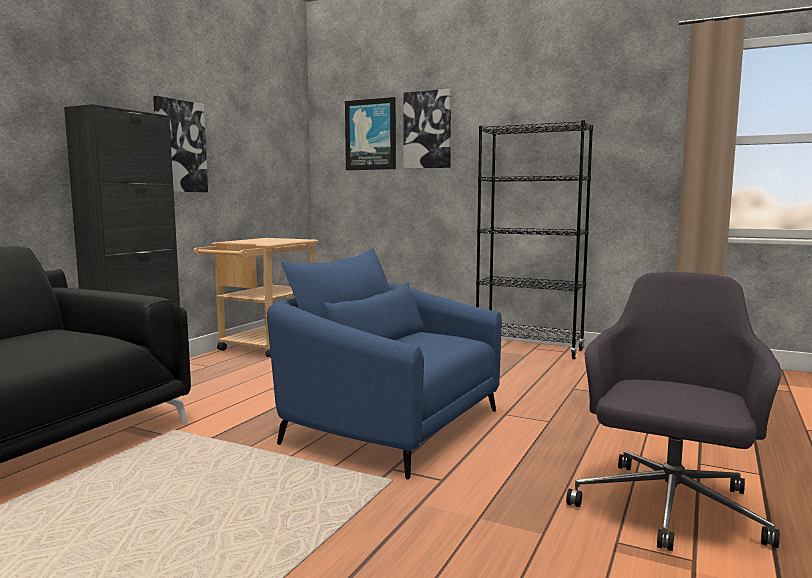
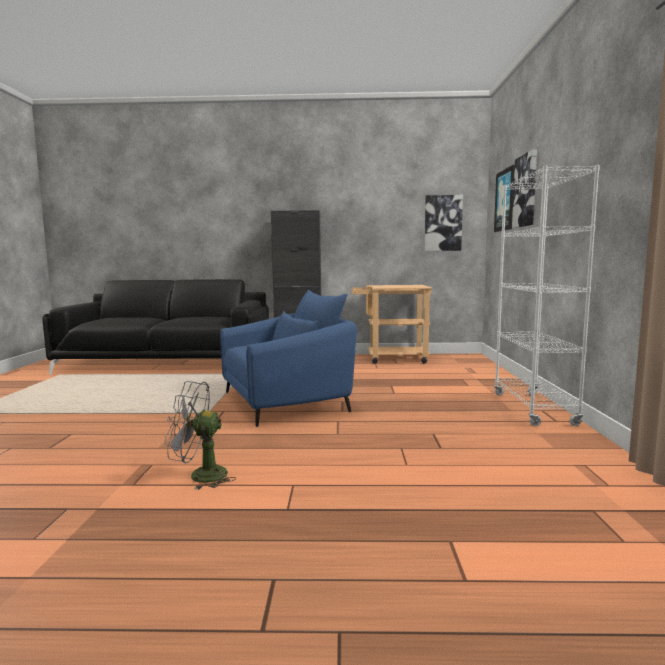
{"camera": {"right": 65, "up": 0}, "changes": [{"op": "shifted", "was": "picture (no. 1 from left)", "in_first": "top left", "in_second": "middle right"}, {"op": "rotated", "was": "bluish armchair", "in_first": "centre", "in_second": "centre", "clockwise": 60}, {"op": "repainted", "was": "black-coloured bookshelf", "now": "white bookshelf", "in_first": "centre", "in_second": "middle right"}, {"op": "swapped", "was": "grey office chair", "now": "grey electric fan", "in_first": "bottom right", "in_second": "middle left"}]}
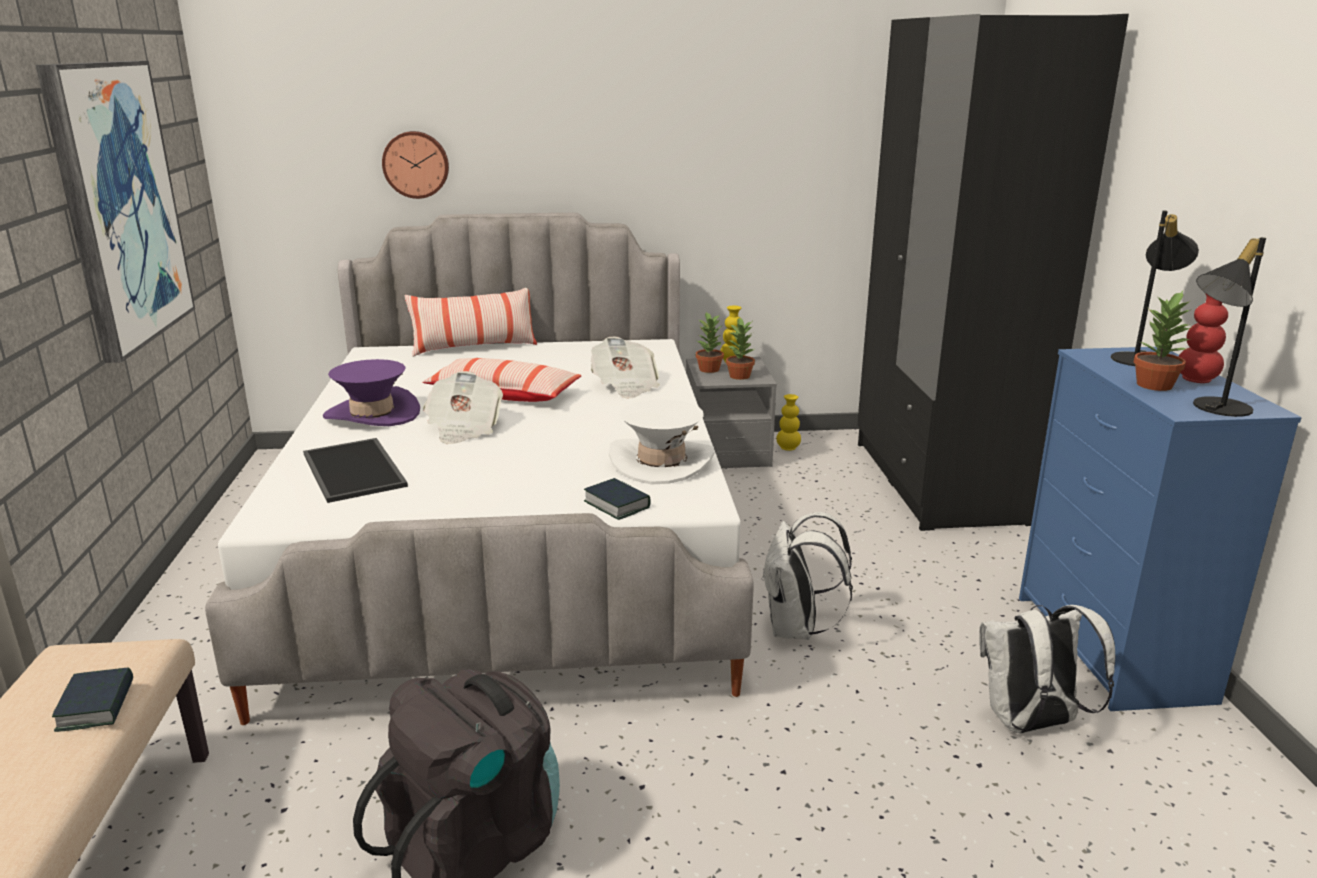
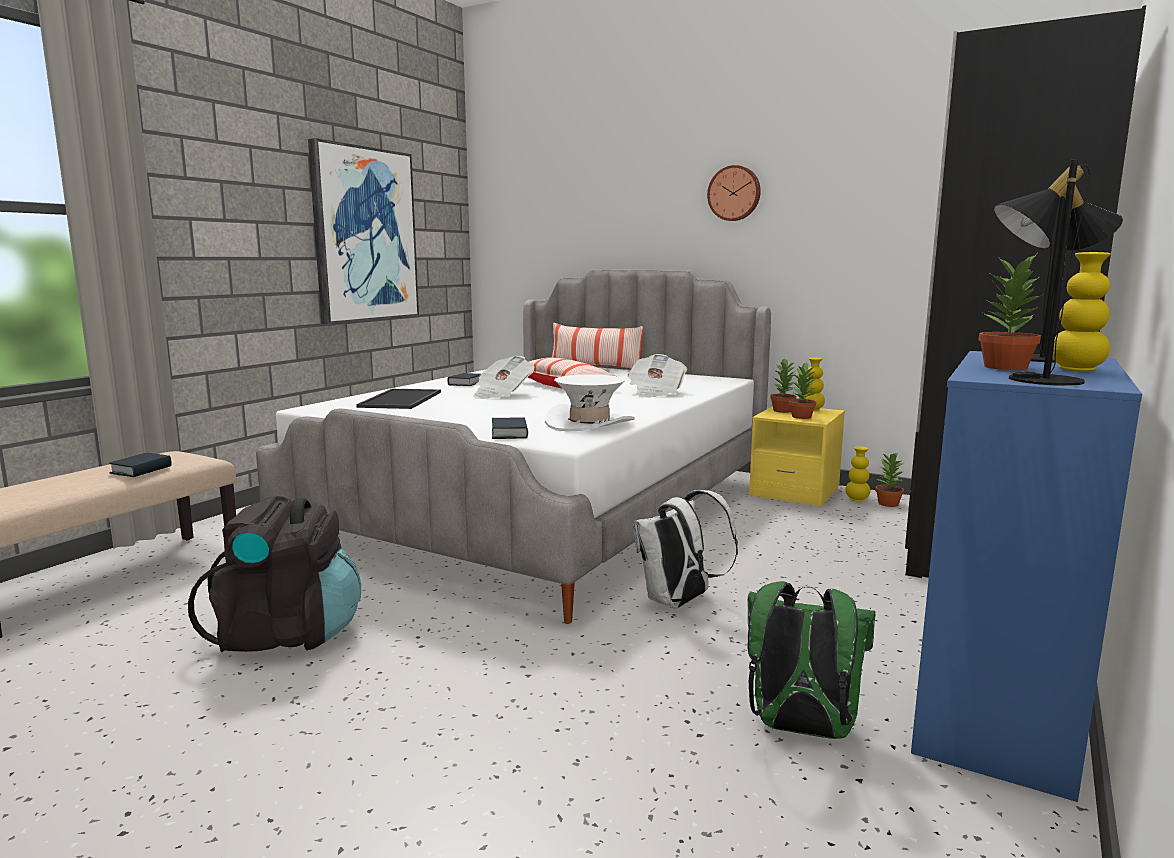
{"camera": {"right": 35, "up": -10}, "changes": [{"op": "swapped", "was": "purplish wearable hat", "now": "book (no. 2 from left)", "in_first": "middle left", "in_second": "centre"}, {"op": "shifted", "was": "wall clock", "in_first": "top left", "in_second": "top centre"}, {"op": "repainted", "was": "grey bedside table", "now": "yellow bedside table", "in_first": "centre", "in_second": "middle right"}, {"op": "repainted", "was": "white knapsack (no. 2 from left)", "now": "greenish knapsack", "in_first": "bottom right", "in_second": "bottom right"}, {"op": "repainted", "was": "red-coloured decorative vase", "now": "yellow decorative vase (no. 3 from left)", "in_first": "middle right", "in_second": "middle right"}, {"op": "new", "now": "houseplant (no. 3 from left)", "in_second": "middle right"}]}
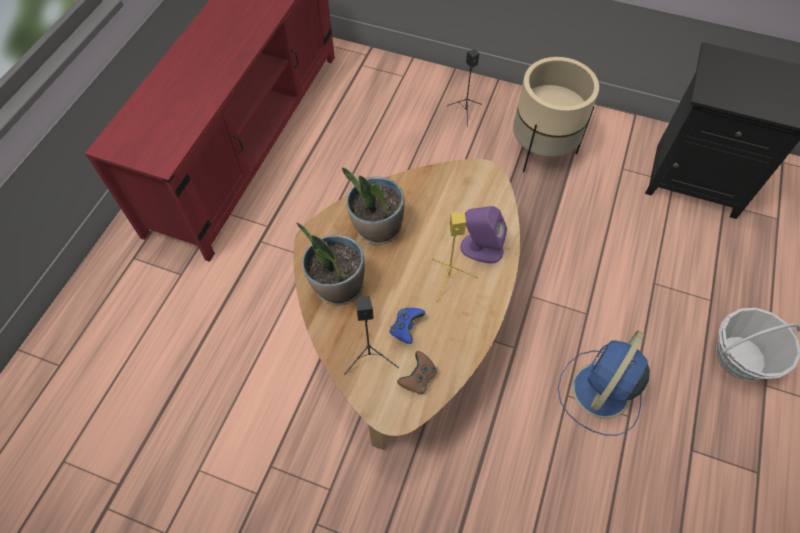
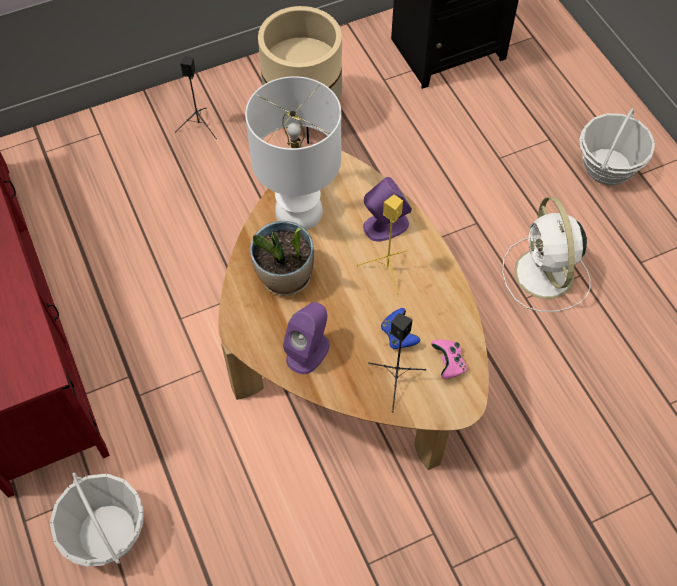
{"camera": {"right": -45, "up": 0}, "changes": [{"op": "swapped", "was": "houseplant (no. 1 from left)", "now": "purplish audio speaker (no. 1 from left)", "in_first": "centre", "in_second": "centre"}, {"op": "repainted", "was": "brown-coloured gamepad", "now": "pink gamepad", "in_first": "bottom centre", "in_second": "centre"}, {"op": "repainted", "was": "bluish electric fan", "now": "white electric fan", "in_first": "bottom right", "in_second": "middle right"}, {"op": "new", "now": "storage basket (no. 1 from left)", "in_second": "bottom left"}, {"op": "new", "now": "white lamp for a table", "in_second": "top centre"}]}
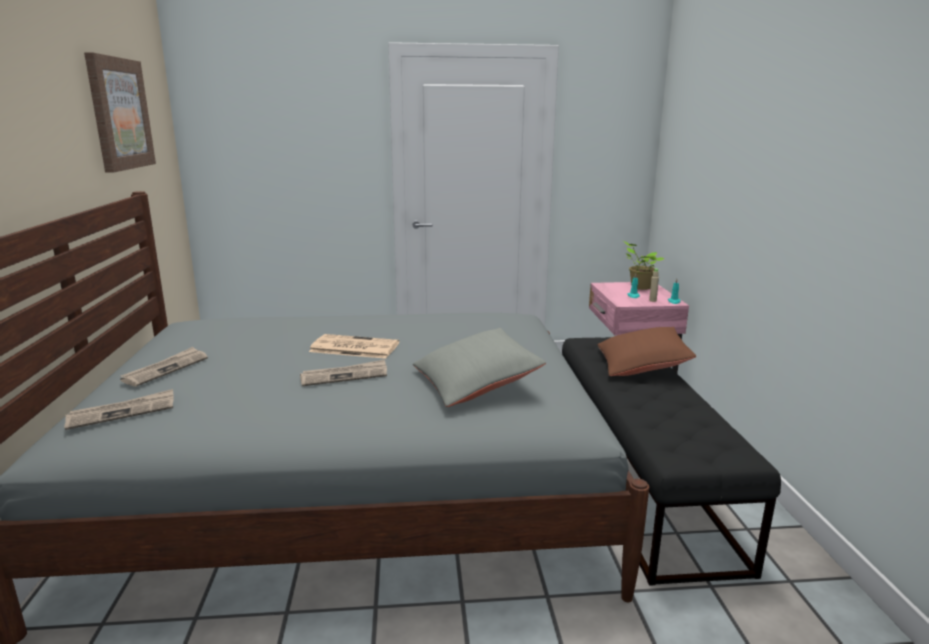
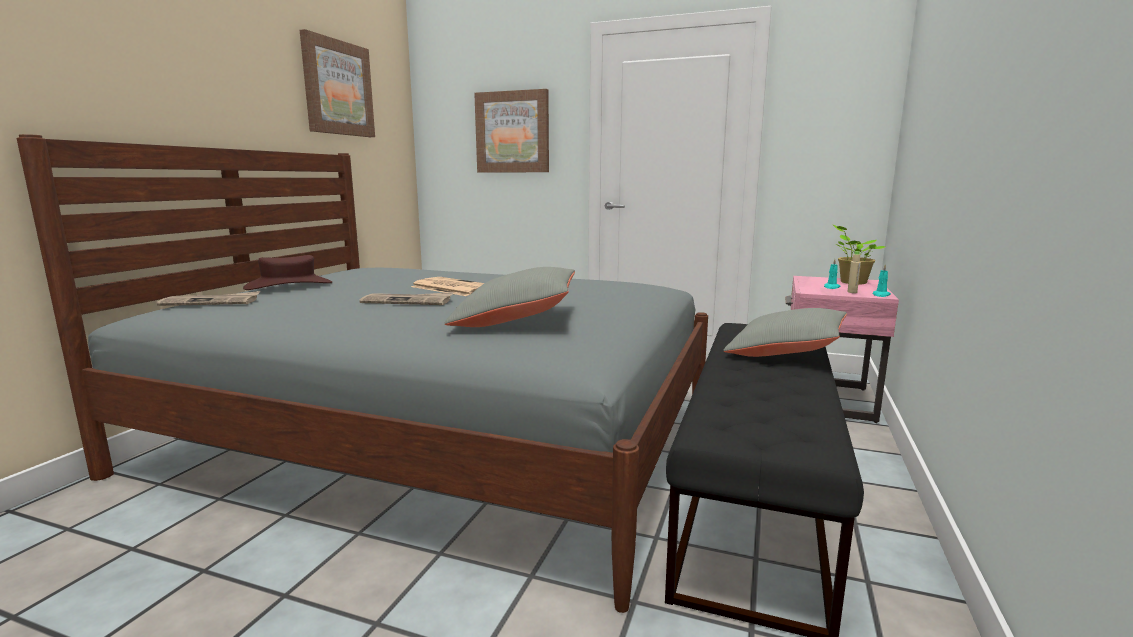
{"camera": {"right": 25, "up": -5}, "changes": [{"op": "swapped", "was": "printed paper (no. 2 from left)", "now": "brown-coloured wearable hat", "in_first": "middle left", "in_second": "middle left"}, {"op": "repainted", "was": "brown-coloured throw pillow", "now": "grey throw pillow (no. 2 from left)", "in_first": "middle right", "in_second": "middle right"}, {"op": "new", "now": "picture (no. 2 from left)", "in_second": "top centre"}]}
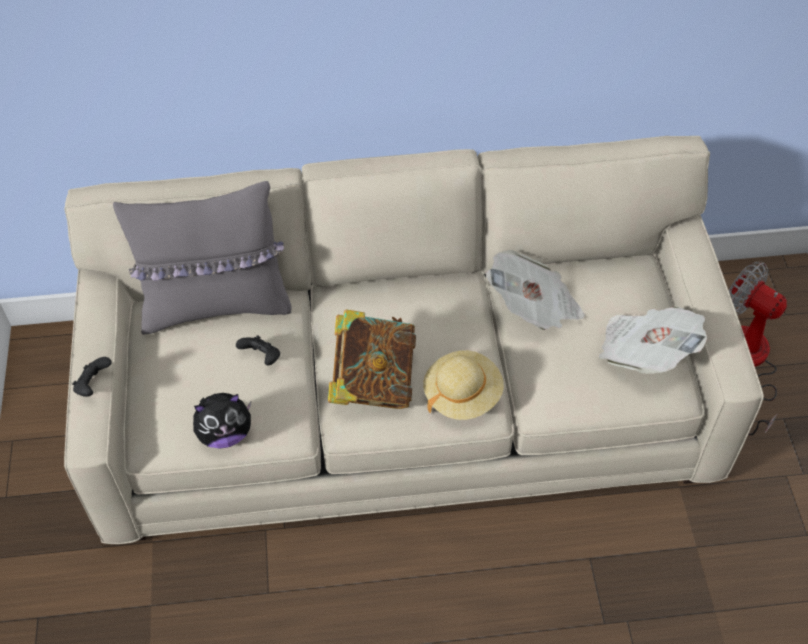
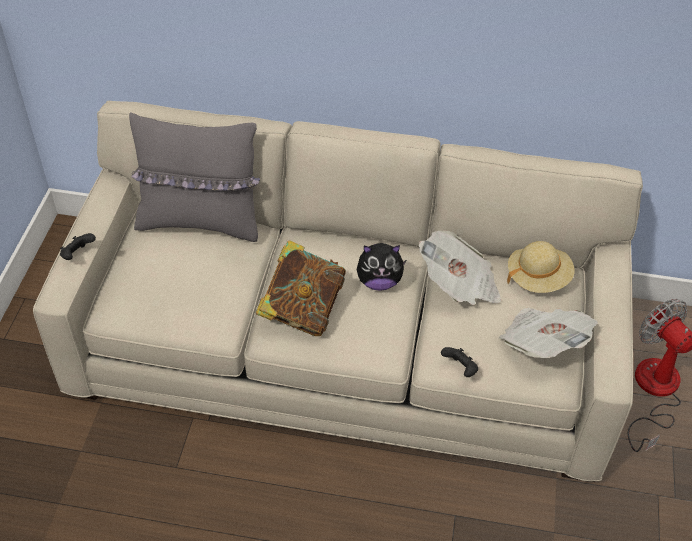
{"camera": {"right": 15, "up": -5}, "changes": [{"op": "shifted", "was": "soft toy", "in_first": "middle left", "in_second": "centre"}, {"op": "shifted", "was": "black-coloured gamepad (no. 2 from left)", "in_first": "middle left", "in_second": "bottom centre"}, {"op": "shifted", "was": "beige-coloured wearable hat", "in_first": "centre", "in_second": "middle right"}]}
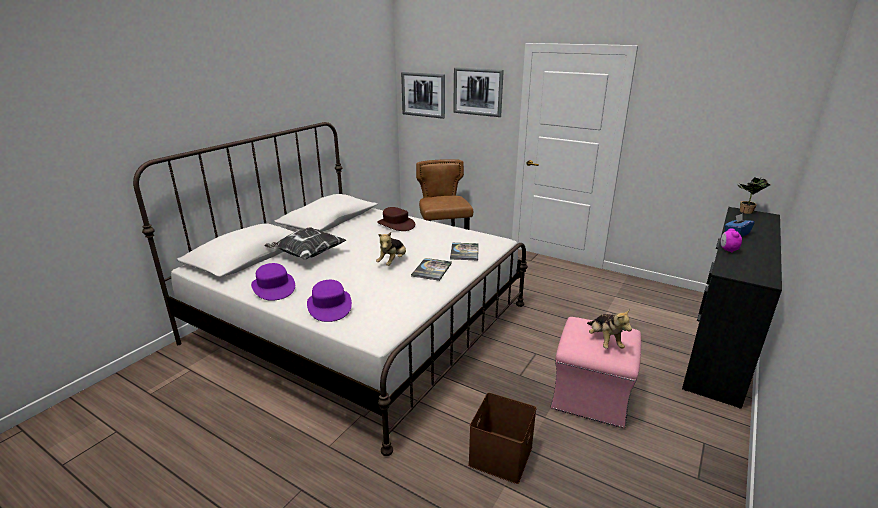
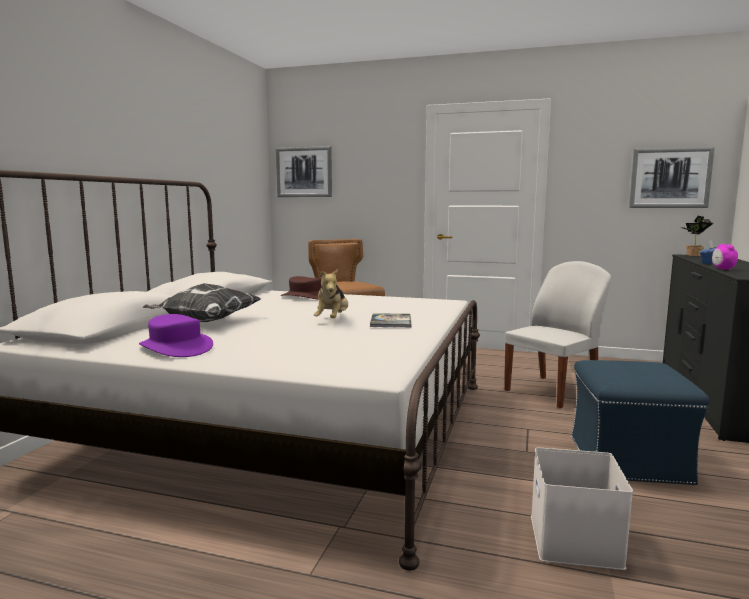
{"camera": {"right": -15, "up": -15}, "changes": [{"op": "gone", "was": "purplish wearable hat (no. 2 from left)", "in_first": "centre"}, {"op": "gone", "was": "book (no. 2 from left)", "in_first": "centre"}, {"op": "shifted", "was": "picture (no. 2 from left)", "in_first": "top centre", "in_second": "top right"}, {"op": "repainted", "was": "brown-coloured storage bin", "now": "white storage bin", "in_first": "bottom centre", "in_second": "bottom right"}, {"op": "repainted", "was": "pink pouffe", "now": "bluish pouffe", "in_first": "bottom right", "in_second": "bottom right"}, {"op": "gone", "was": "soft toy (no. 2 from left)", "in_first": "middle right"}, {"op": "new", "now": "white chair", "in_second": "middle right"}]}
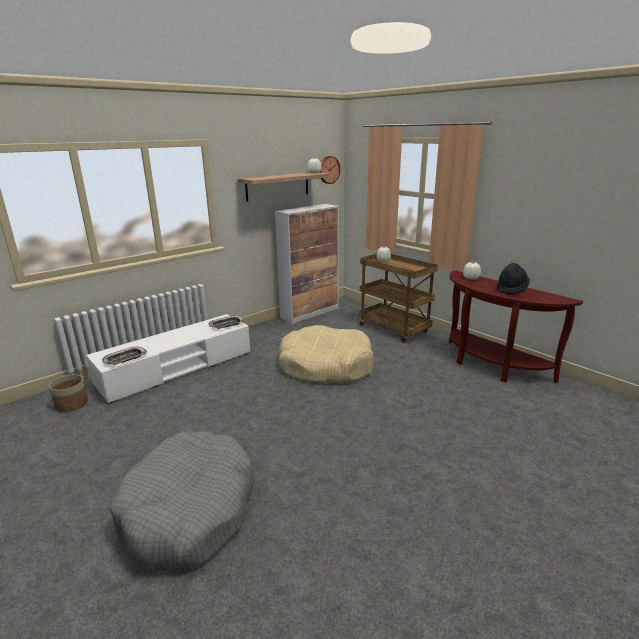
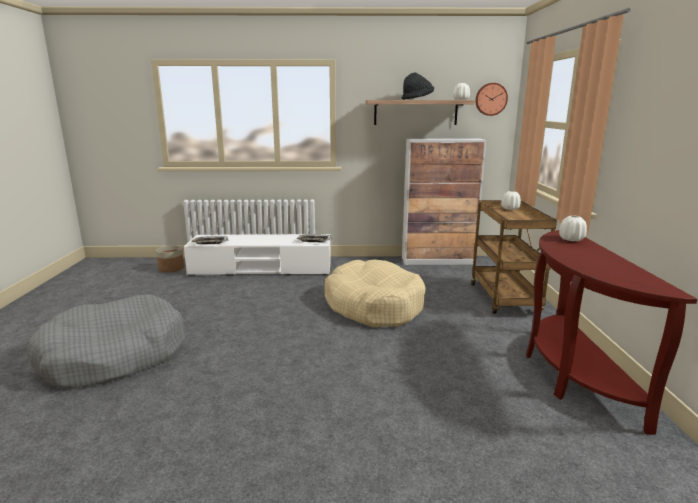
{"camera": {"right": 40, "up": -5}, "changes": [{"op": "shifted", "was": "black-coloured wearable hat", "in_first": "middle right", "in_second": "top centre"}]}
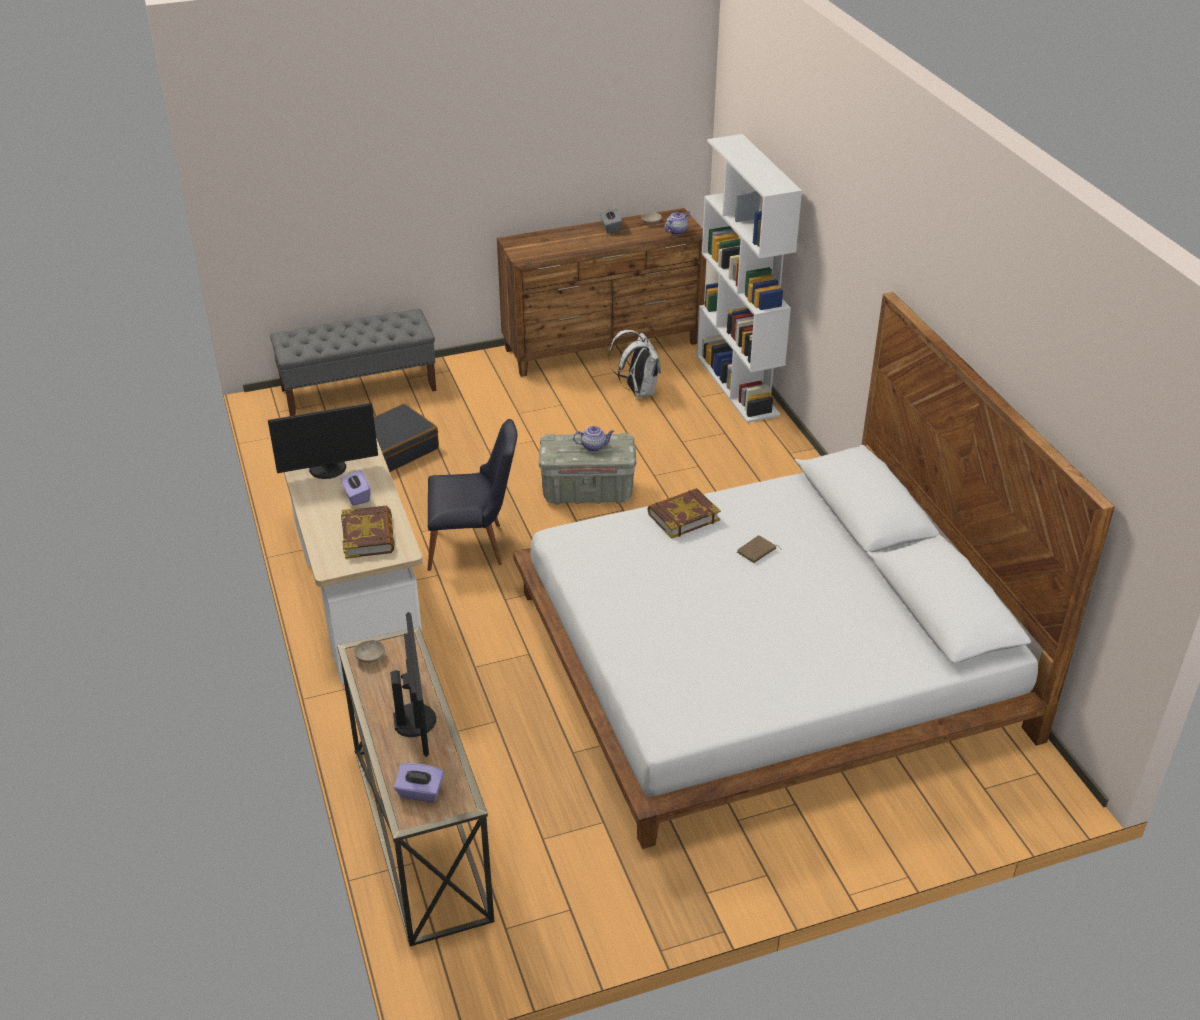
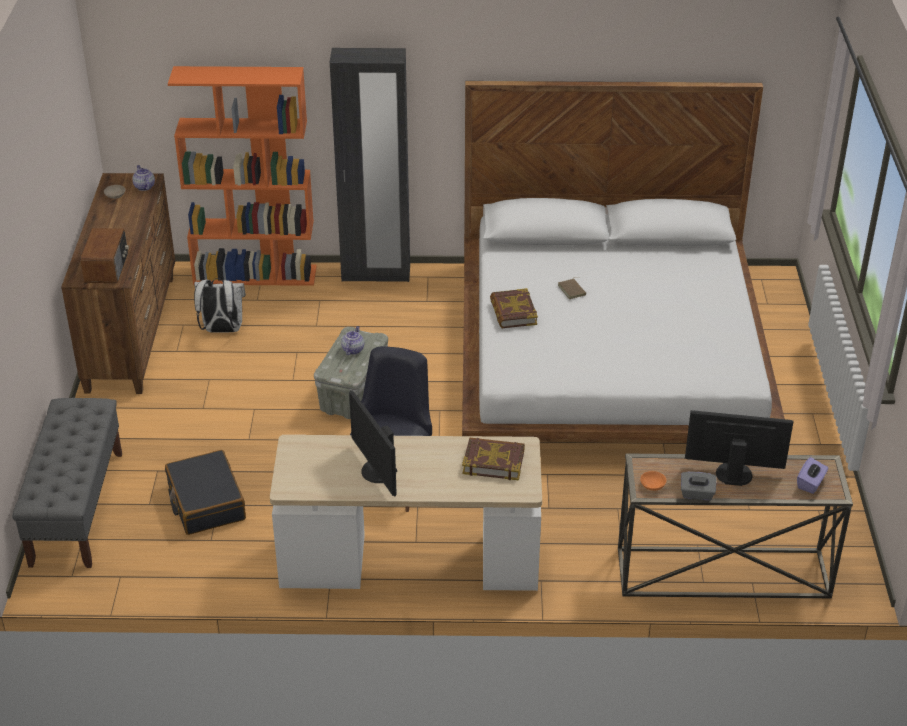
{"camera": {"right": -70, "up": 0}, "changes": [{"op": "rotated", "was": "computer display (no. 1 from left)", "in_first": "middle left", "in_second": "centre", "clockwise": 150}, {"op": "gone", "was": "purplish tissue holder (no. 1 from left)", "in_first": "middle left"}, {"op": "repainted", "was": "beige-coloured deep dish (no. 1 from left)", "now": "orangey deep dish", "in_first": "middle left", "in_second": "middle right"}, {"op": "shifted", "was": "grey tissue holder", "in_first": "top centre", "in_second": "bottom right"}, {"op": "repainted", "was": "white bookshelf", "now": "orangey bookshelf", "in_first": "top centre", "in_second": "top left"}, {"op": "new", "now": "radio", "in_second": "middle left"}, {"op": "new", "now": "black-coloured clothes cupboard", "in_second": "top centre"}]}
